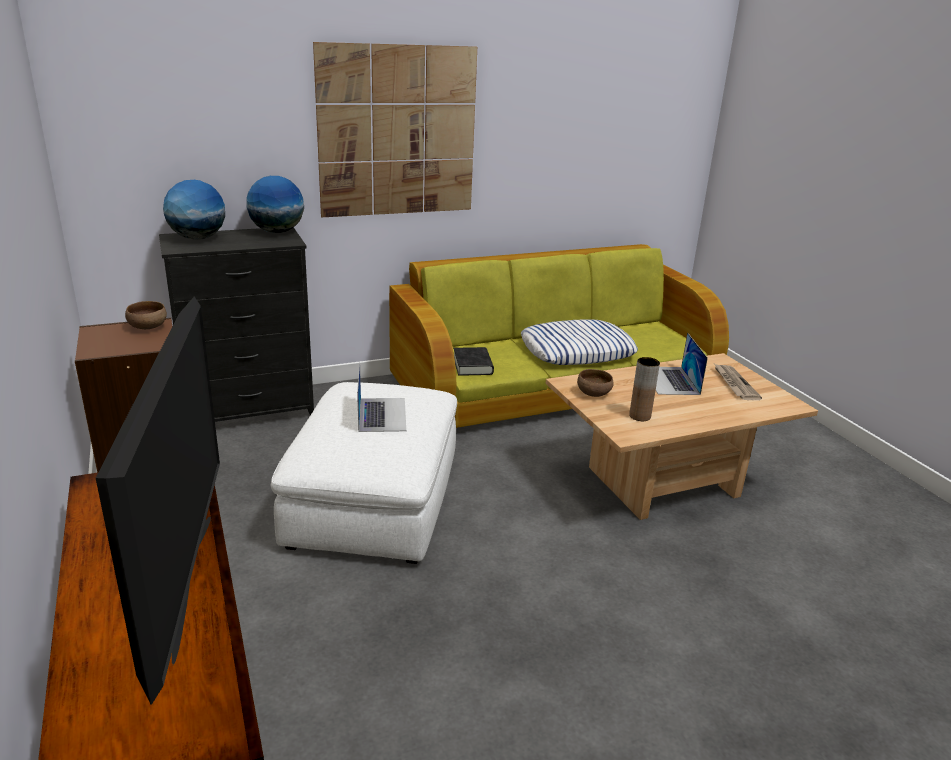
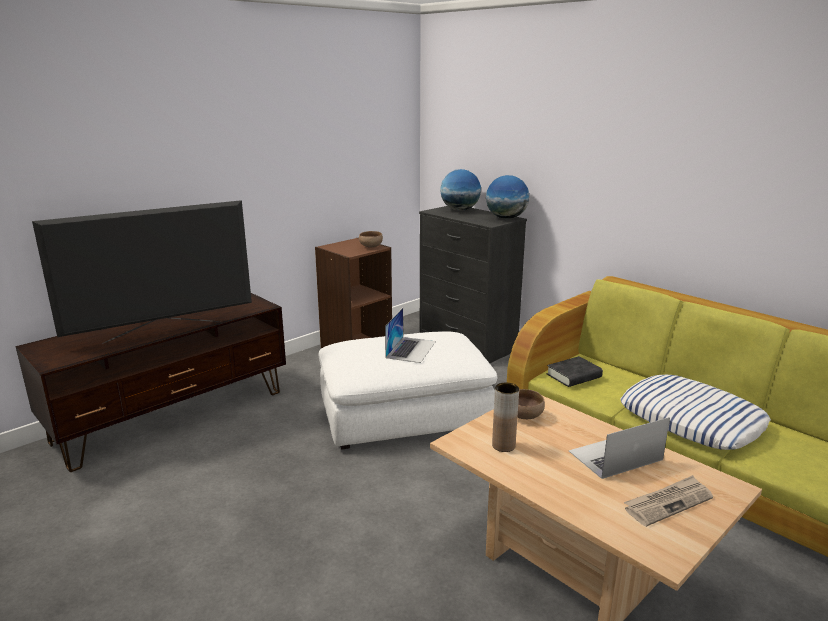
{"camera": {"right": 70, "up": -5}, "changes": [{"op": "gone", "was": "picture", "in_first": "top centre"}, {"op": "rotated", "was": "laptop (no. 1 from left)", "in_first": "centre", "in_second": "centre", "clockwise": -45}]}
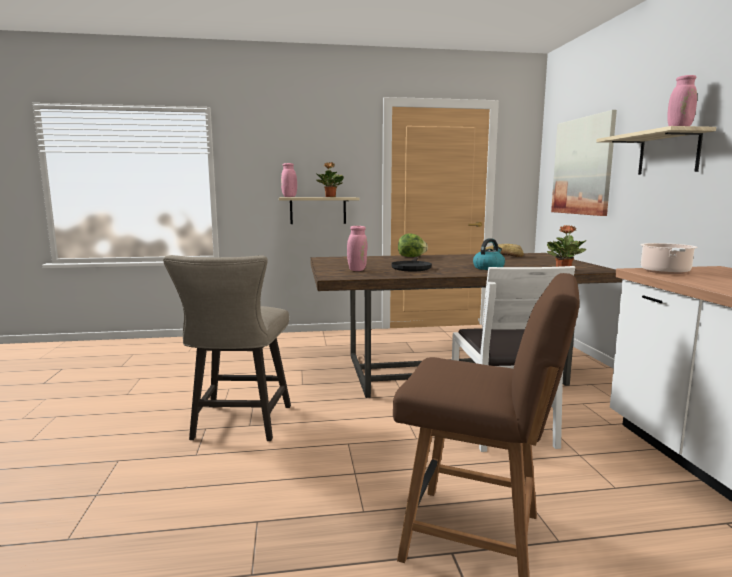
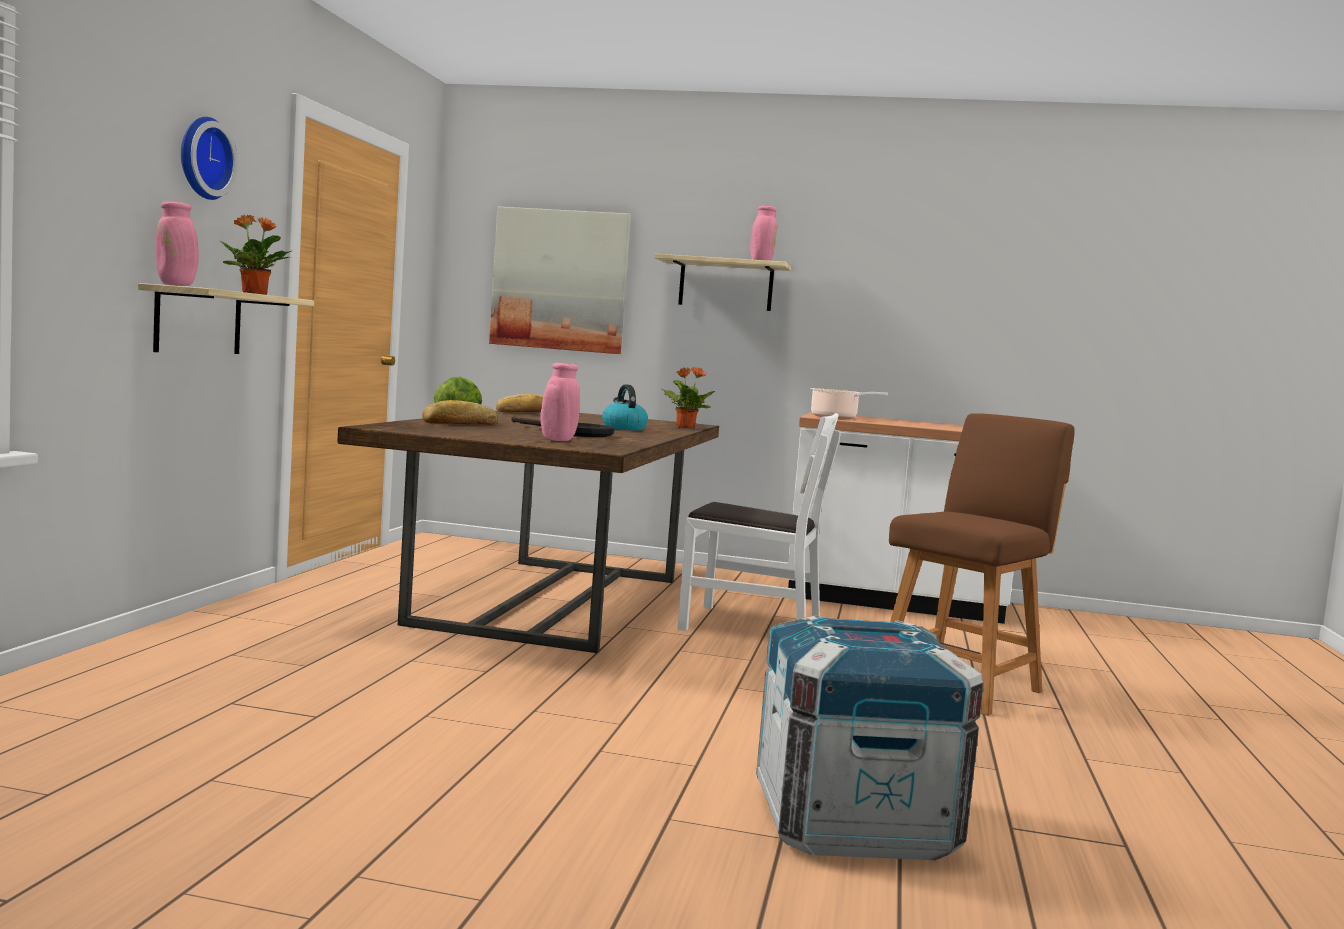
{"camera": {"right": -70, "up": -5}, "changes": [{"op": "gone", "was": "beige-coloured sitting stool", "in_first": "middle left"}, {"op": "new", "now": "wall clock", "in_second": "top left"}, {"op": "new", "now": "bakery bread (no. 1 from left)", "in_second": "centre"}, {"op": "new", "now": "shipping crate", "in_second": "bottom centre"}]}
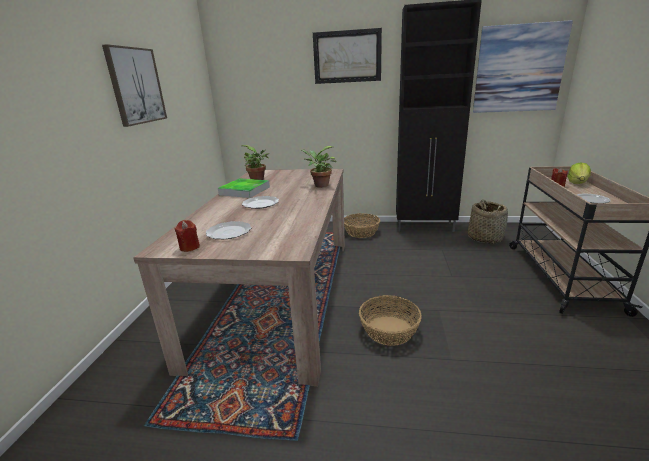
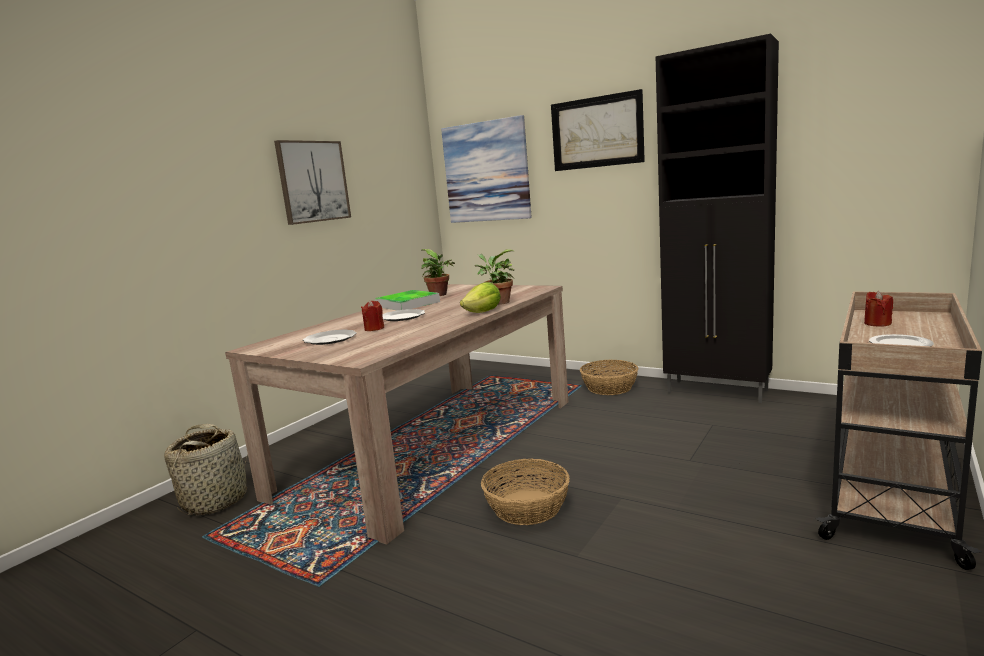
{"camera": {"right": 25, "up": -10}, "changes": [{"op": "shifted", "was": "red-coloured wax candle (no. 1 from left)", "in_first": "middle left", "in_second": "centre"}, {"op": "shifted", "was": "storage basket (no. 3 from left in the first image)", "now": "storage basket (no. 1 from left)", "in_first": "middle right", "in_second": "bottom left"}, {"op": "shifted", "was": "picture (no. 3 from left in the first image)", "now": "picture (no. 2 from left)", "in_first": "top right", "in_second": "top centre"}, {"op": "shifted", "was": "lettuce head", "in_first": "middle right", "in_second": "centre"}]}
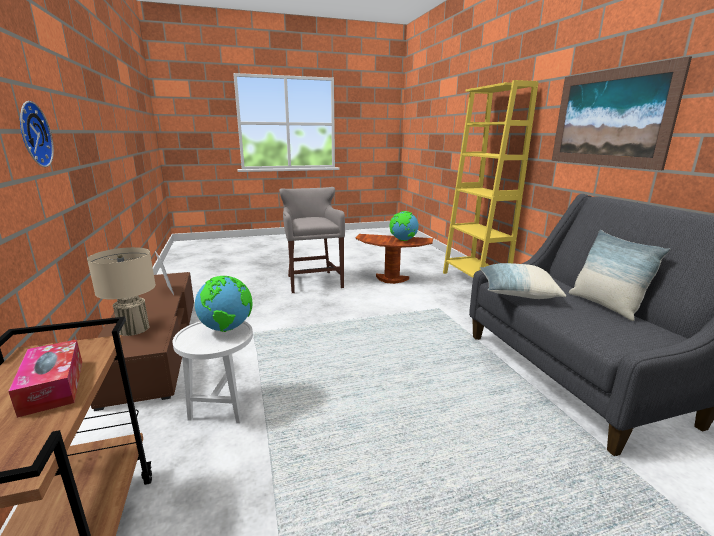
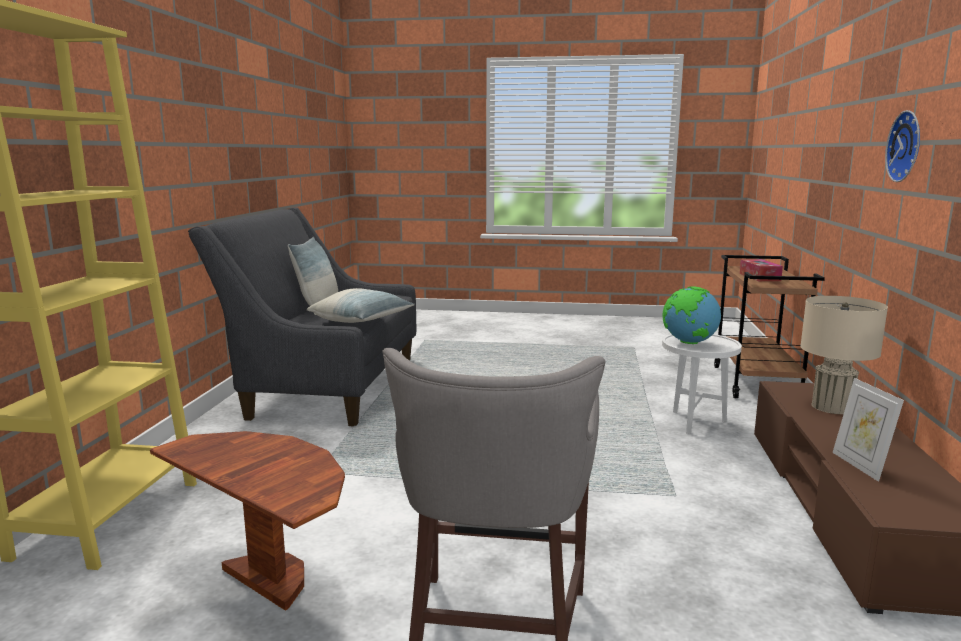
{"camera": {"right": -155, "up": -5}, "changes": [{"op": "gone", "was": "desk globe (no. 2 from left)", "in_first": "centre"}, {"op": "gone", "was": "picture", "in_first": "top right"}]}
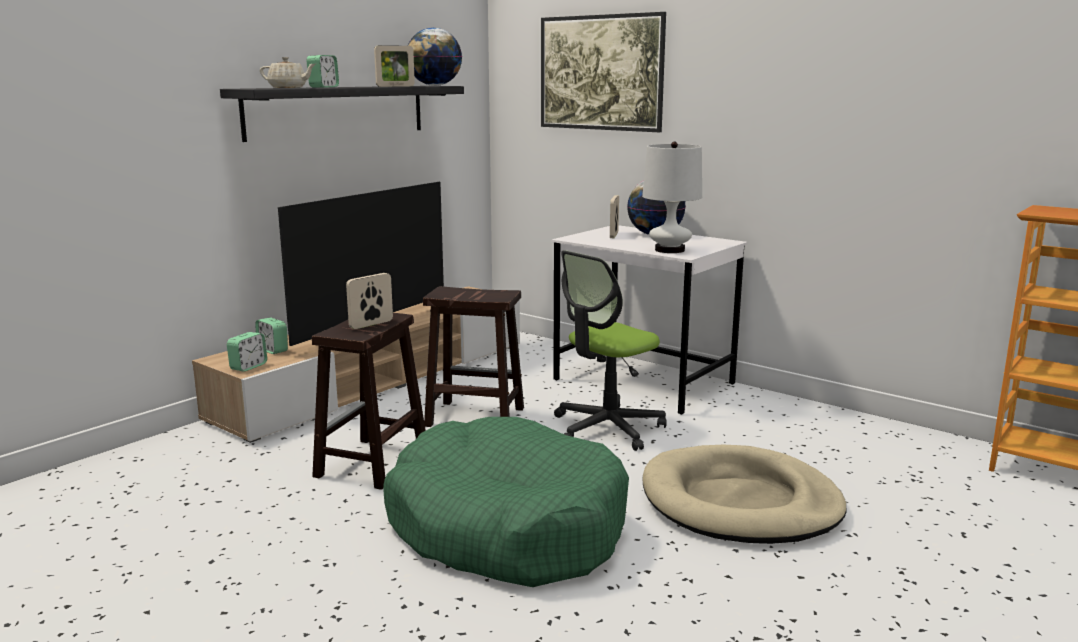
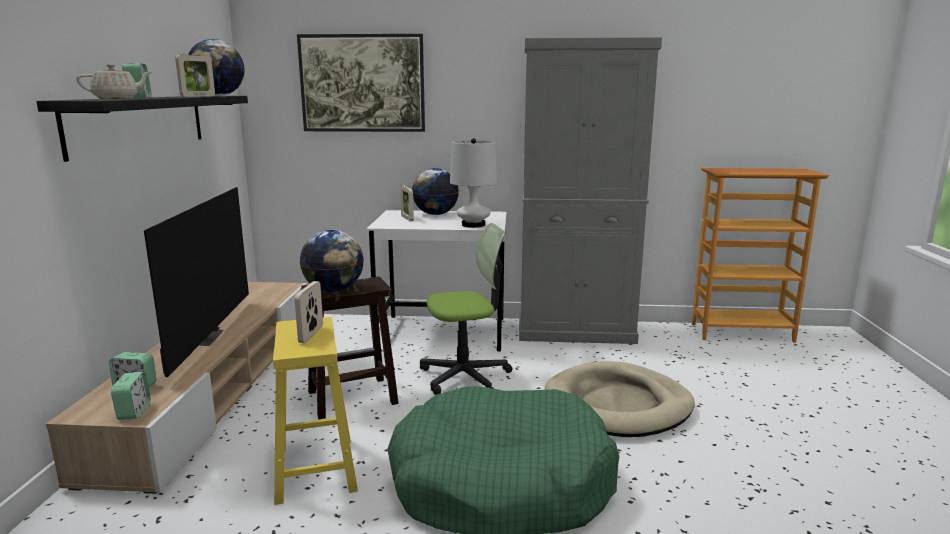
{"camera": {"right": -35, "up": 0}, "changes": [{"op": "repainted", "was": "brown-coloured sitting stool (no. 1 from left)", "now": "yellow sitting stool", "in_first": "centre", "in_second": "bottom left"}, {"op": "rotated", "was": "office chair", "in_first": "centre", "in_second": "centre", "clockwise": -120}, {"op": "new", "now": "desk globe (no. 2 from left)", "in_second": "centre"}, {"op": "new", "now": "grey cupboard", "in_second": "centre"}]}
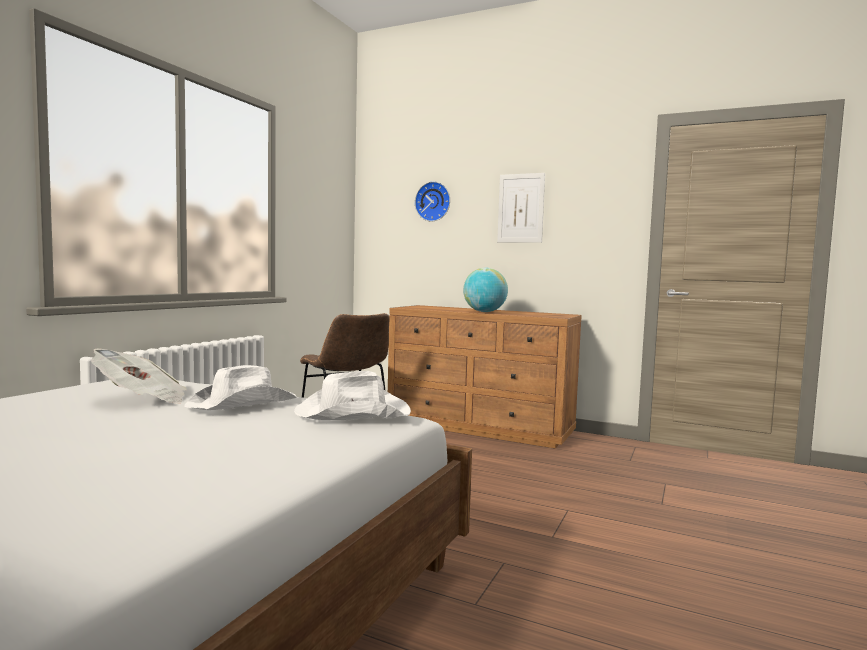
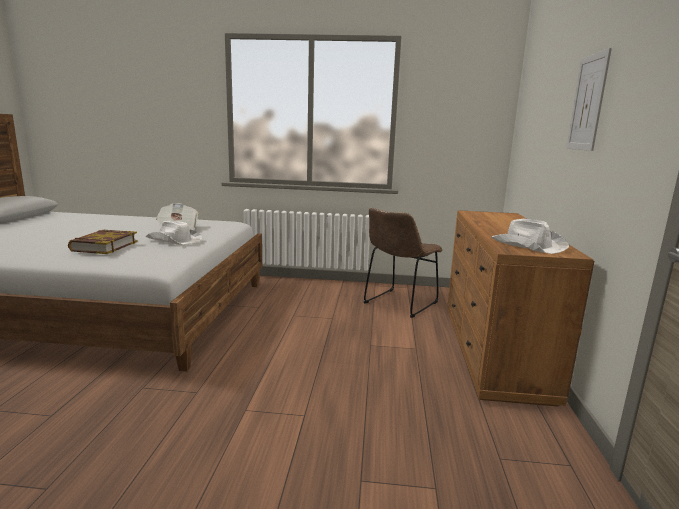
{"camera": {"right": 70, "up": 10}, "changes": [{"op": "shifted", "was": "white wearable hat (no. 2 from left)", "in_first": "centre", "in_second": "middle right"}, {"op": "gone", "was": "wall clock", "in_first": "top centre"}, {"op": "gone", "was": "desk globe", "in_first": "centre"}, {"op": "new", "now": "book", "in_second": "middle left"}]}
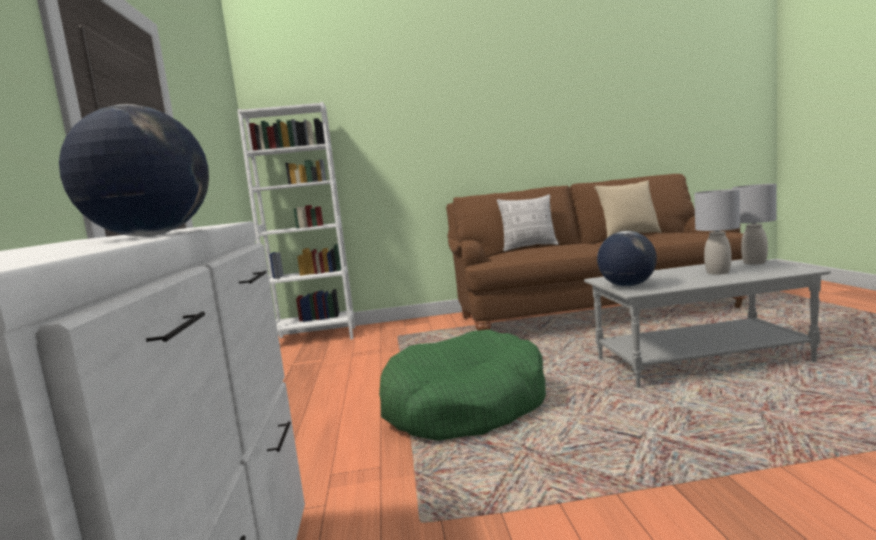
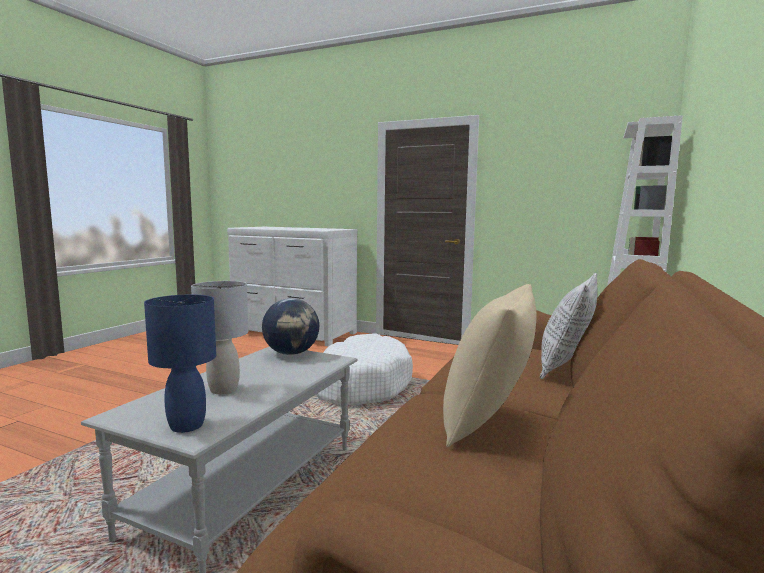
{"camera": {"right": 120, "up": 0}, "changes": [{"op": "gone", "was": "desk globe (no. 1 from left)", "in_first": "top left"}, {"op": "repainted", "was": "greenish dog bed", "now": "white dog bed", "in_first": "bottom centre", "in_second": "centre"}, {"op": "repainted", "was": "grey lamp for a table (no. 2 from left)", "now": "bluish lamp for a table", "in_first": "middle right", "in_second": "middle left"}]}
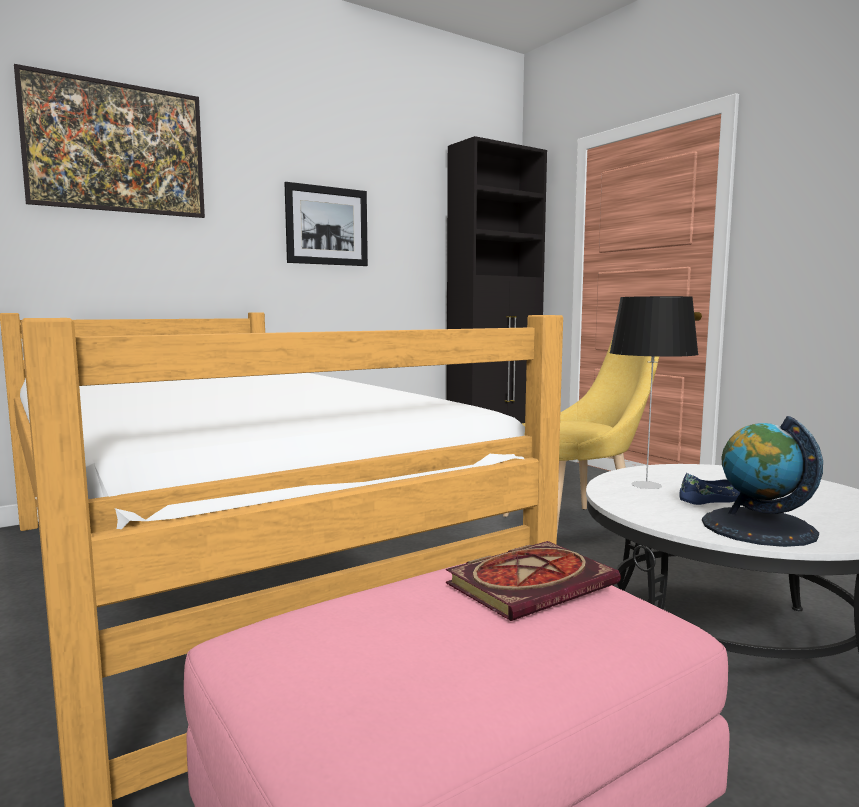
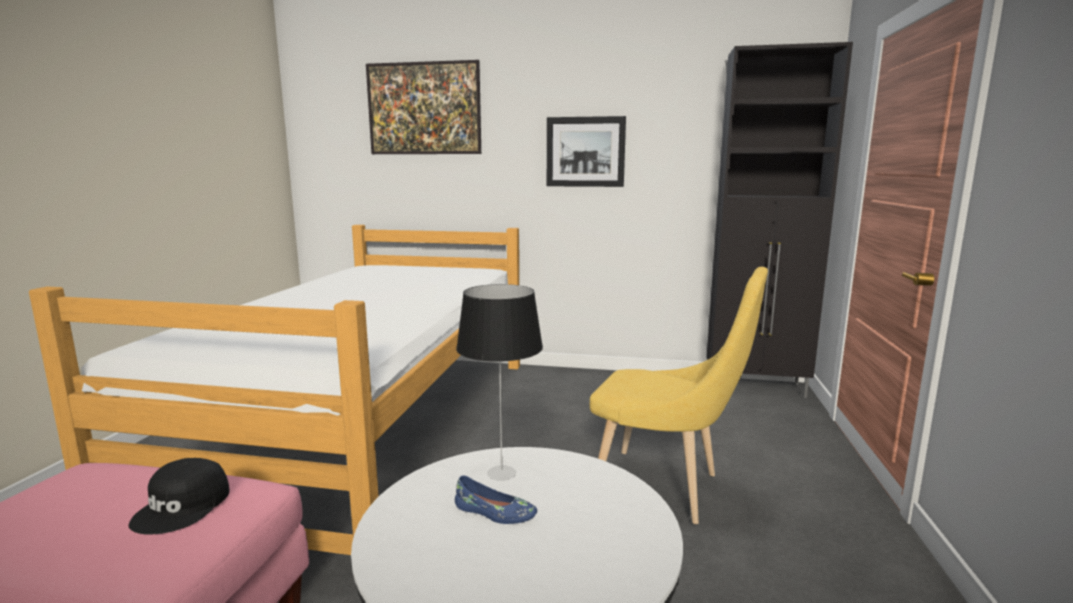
{"camera": {"right": 45, "up": 5}, "changes": [{"op": "swapped", "was": "book", "now": "black-coloured baseball cap", "in_first": "bottom centre", "in_second": "bottom left"}, {"op": "gone", "was": "desk globe", "in_first": "middle right"}]}
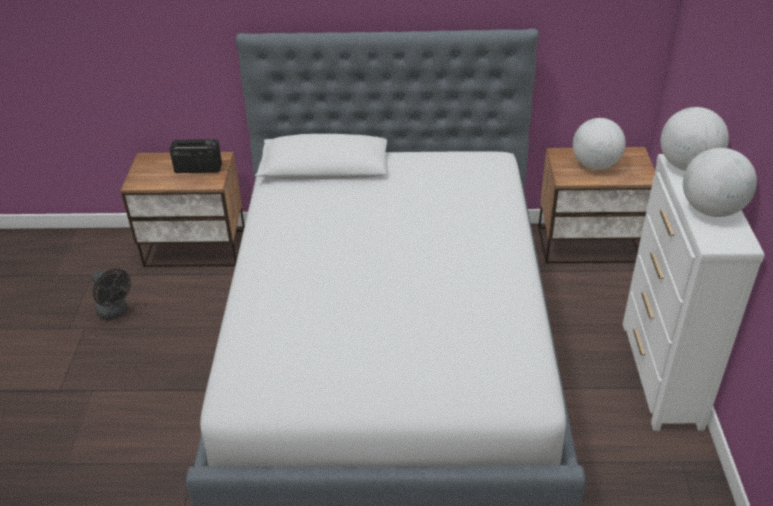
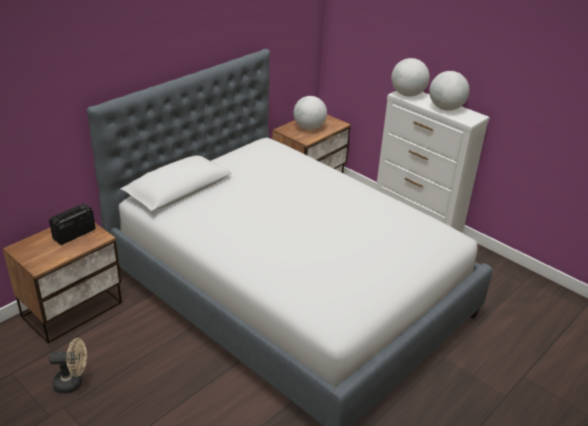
{"camera": {"right": -50, "up": -5}, "changes": [{"op": "repainted", "was": "black-coloured electric fan", "now": "beige-coloured electric fan", "in_first": "middle left", "in_second": "bottom left"}]}
